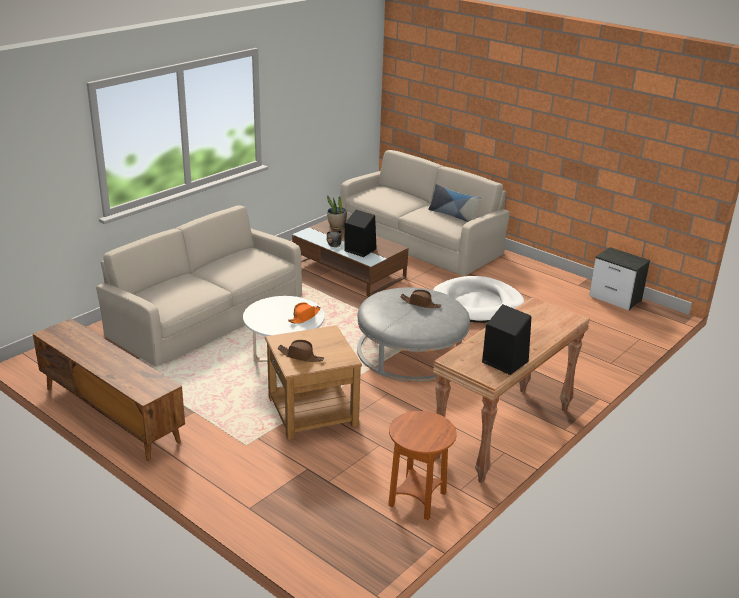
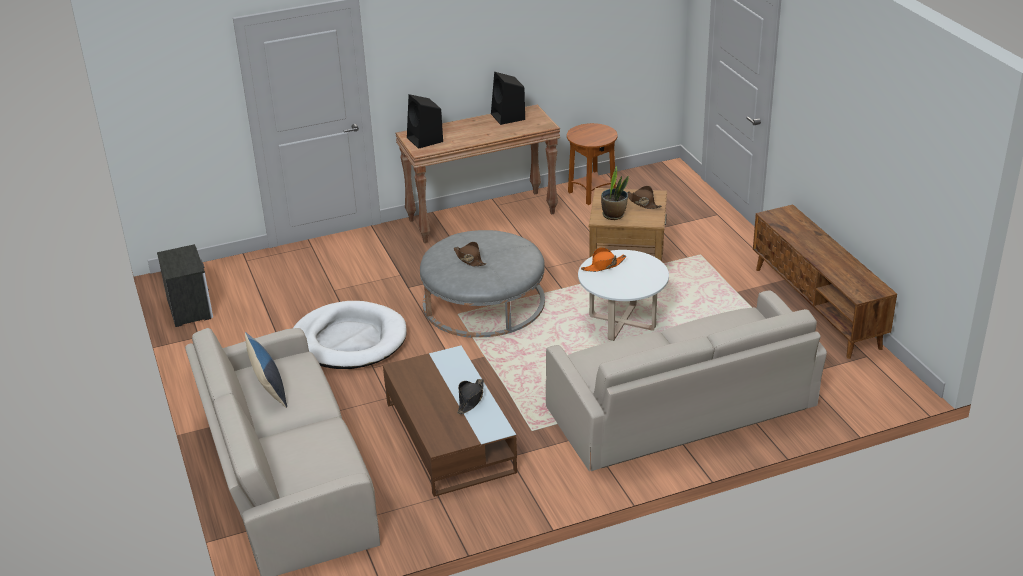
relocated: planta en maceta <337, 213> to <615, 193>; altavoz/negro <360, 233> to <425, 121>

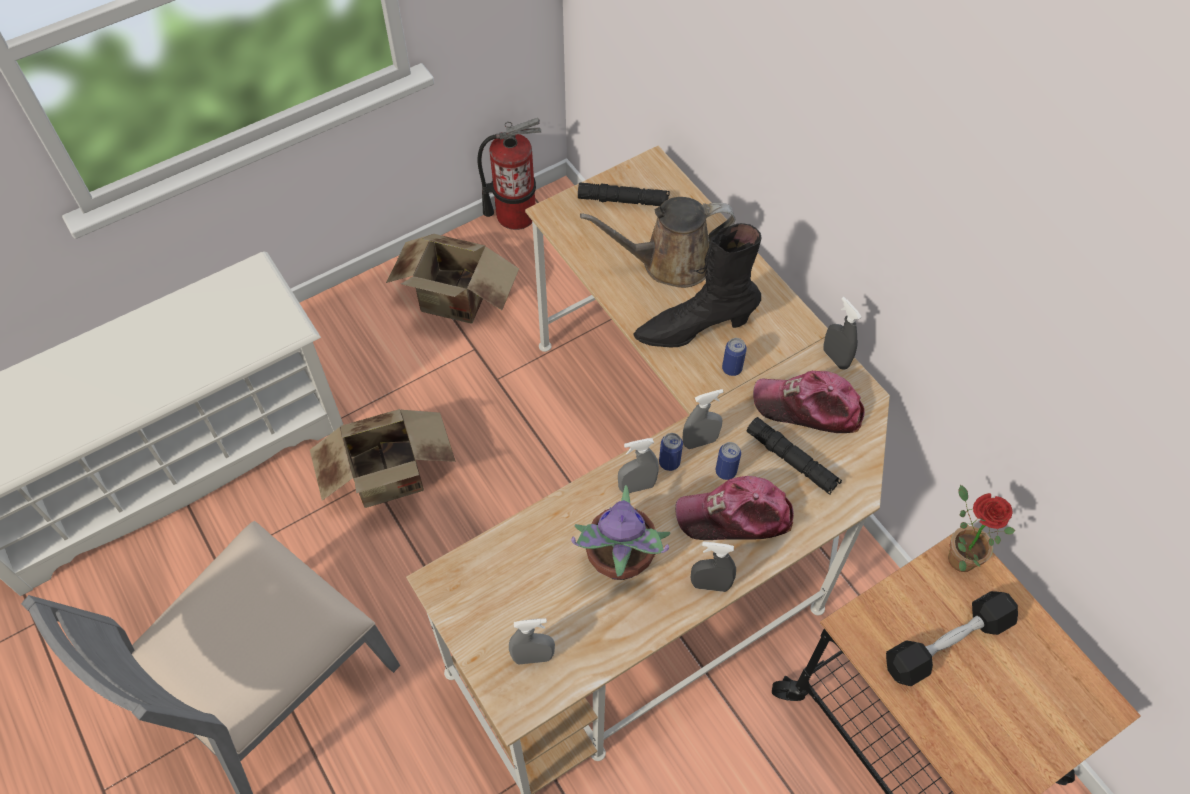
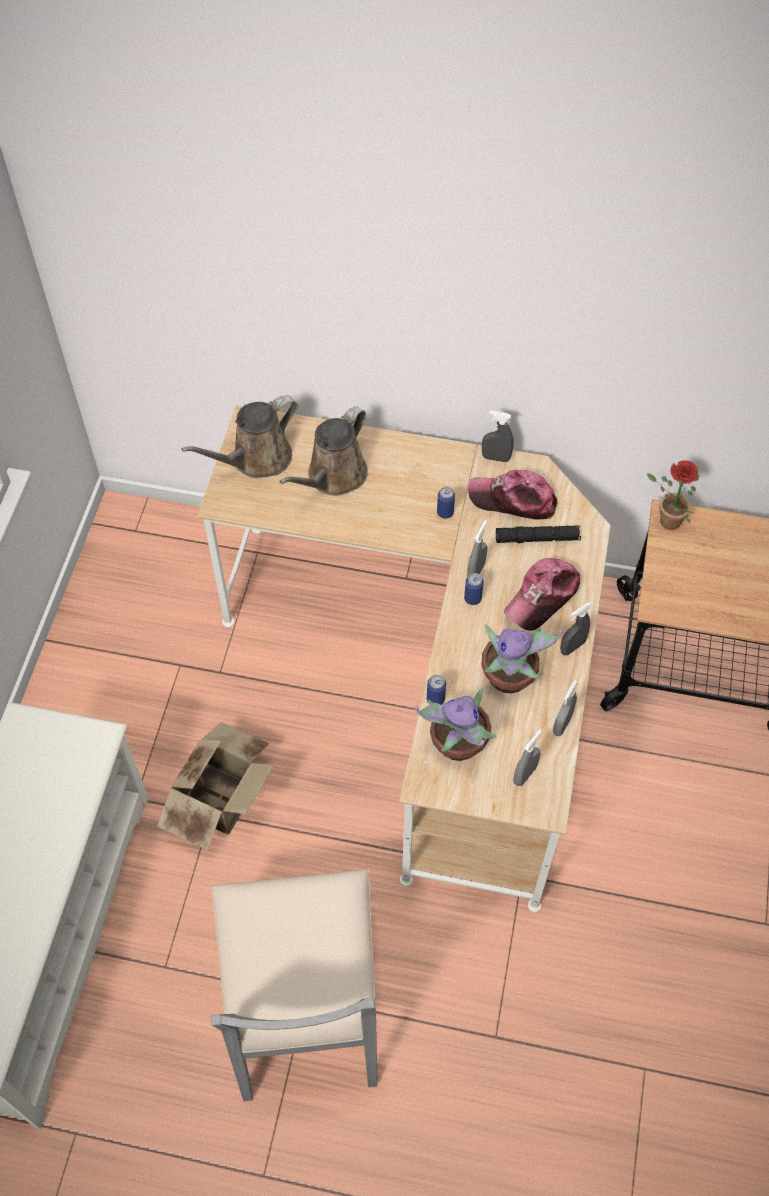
missing: caja de cartón <452, 279>; extintor <510, 174>; bota/negro <697, 285>; mancuerna/negro <952, 638>
appeared: planta en maceta <456, 724>
relocated: pulverizador/gris <638, 465> to <565, 708>; lata <728, 461> to <436, 690>
exchanged: linterna/negro <624, 194> to regadera/marrón <239, 436>
spun: gorra <809, 402> = <512, 494> 45 degrees clockwise

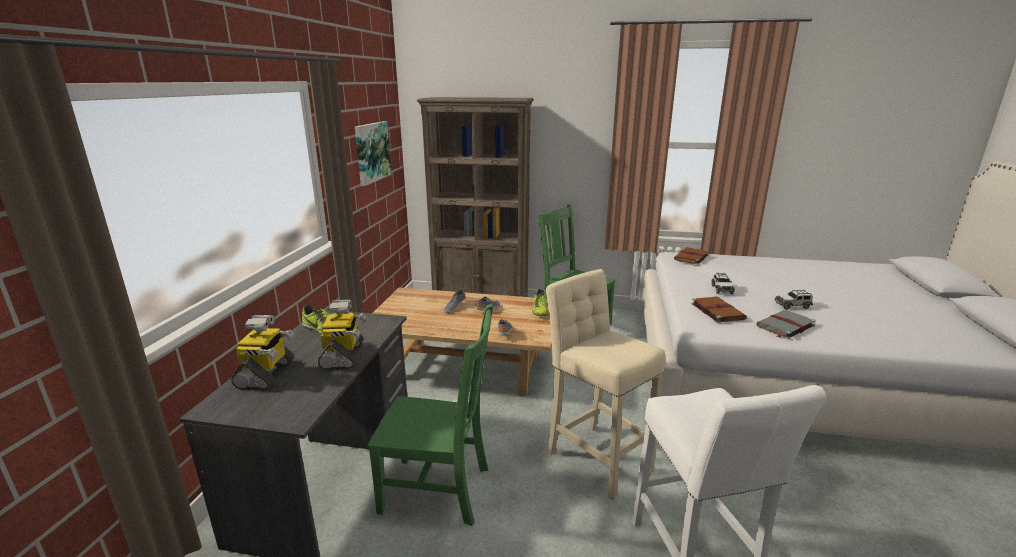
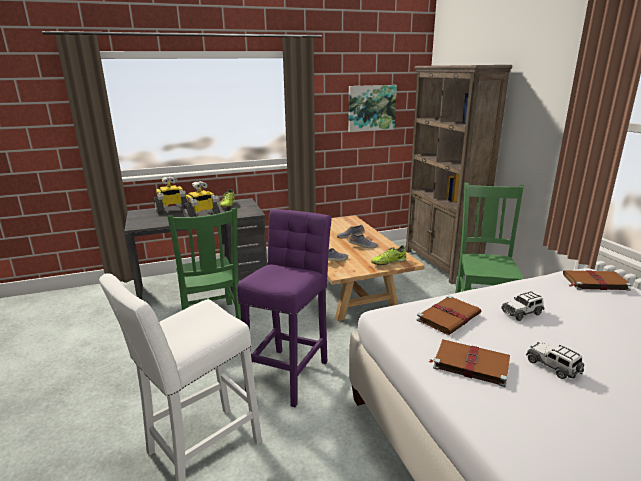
colour: taburete/beis <605, 384> to taburete/morado <284, 308>; libro/gris <786, 324> to libro/marrón <469, 363>

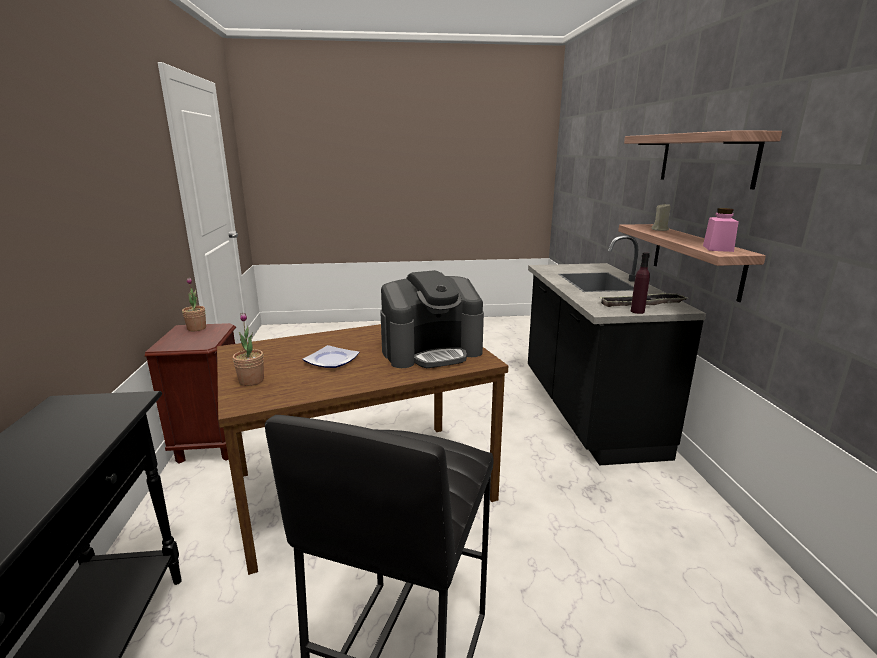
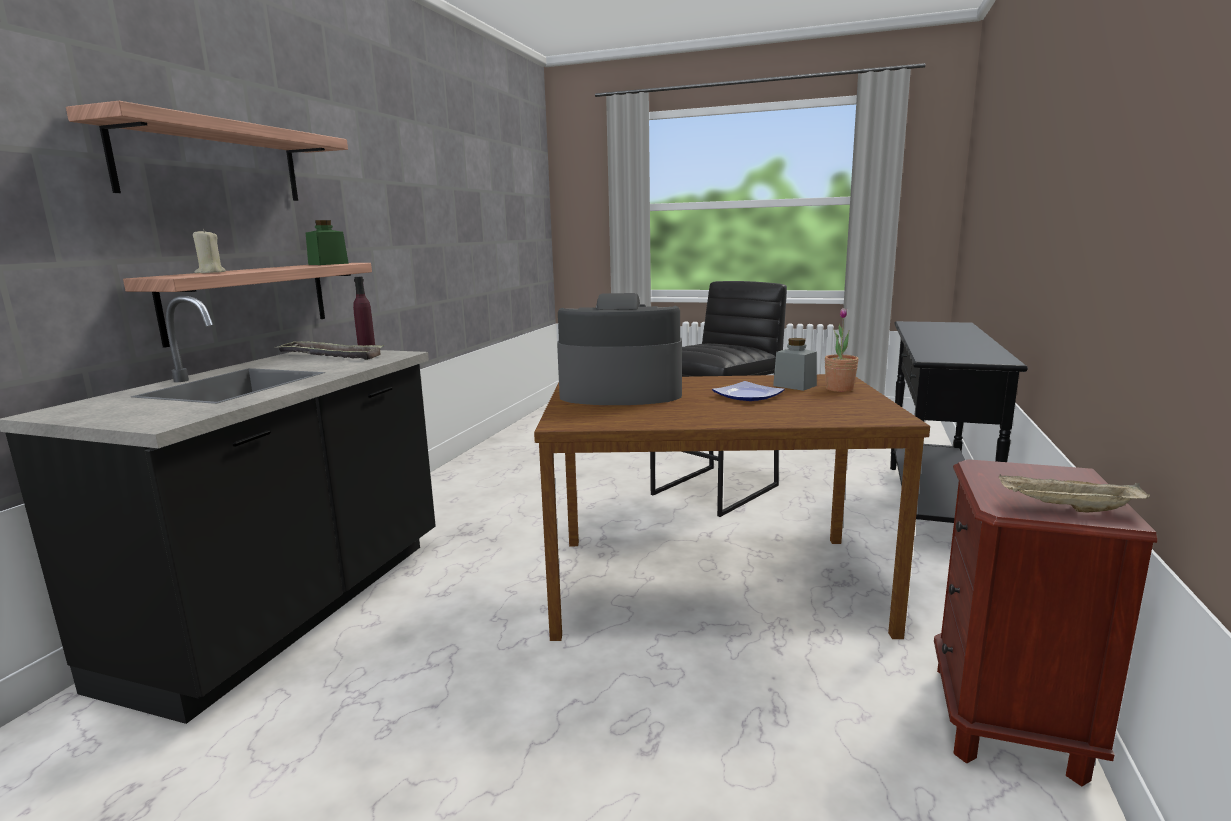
appeared: tarro/gris <795, 364>
exchanged: planta en maceta <194, 304> to bandeja/beis <1074, 493>
colour: tarro/rosa <721, 230> to tarro/verde <327, 242>

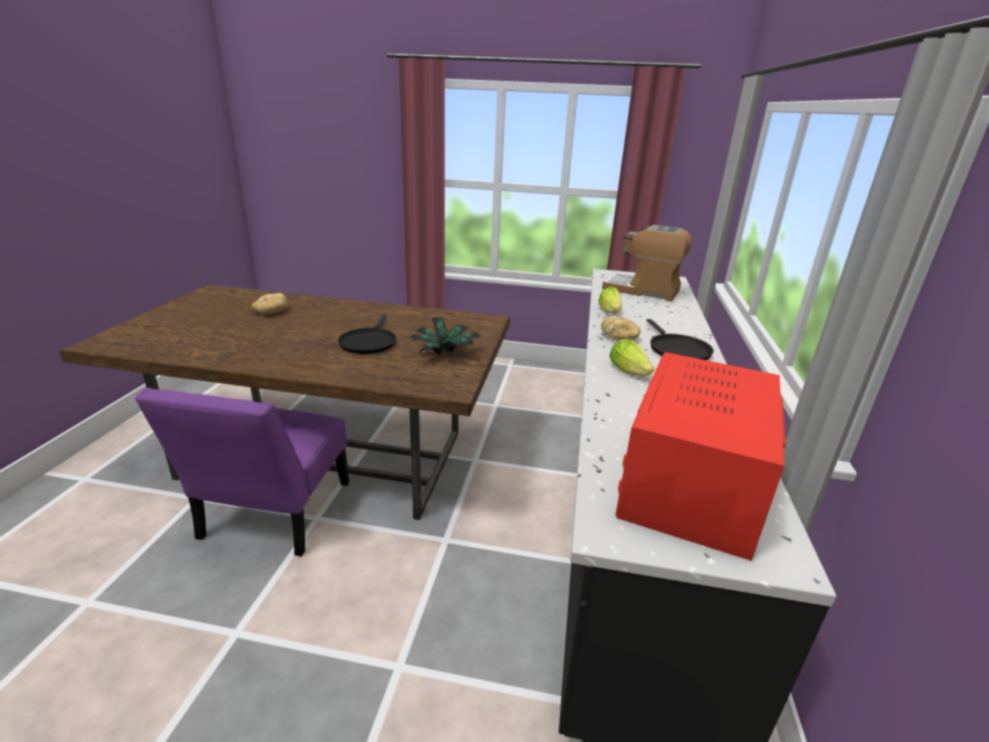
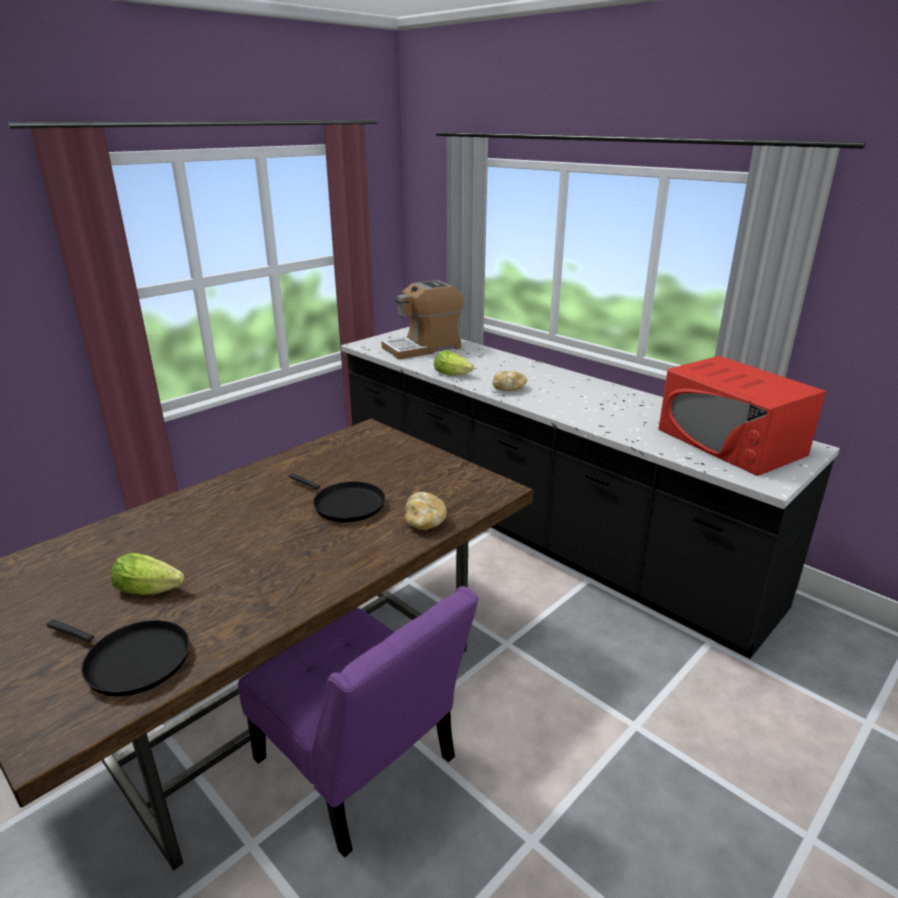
missing: planta en maceta <446, 336>
relocated: pan <270, 303> to <426, 511>; lechuga <631, 357> to <147, 574>; sartén/negro <680, 339> to <118, 658>

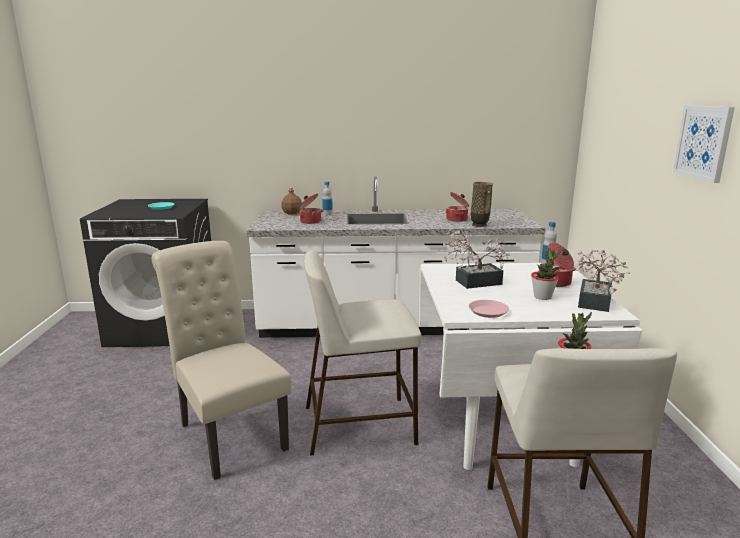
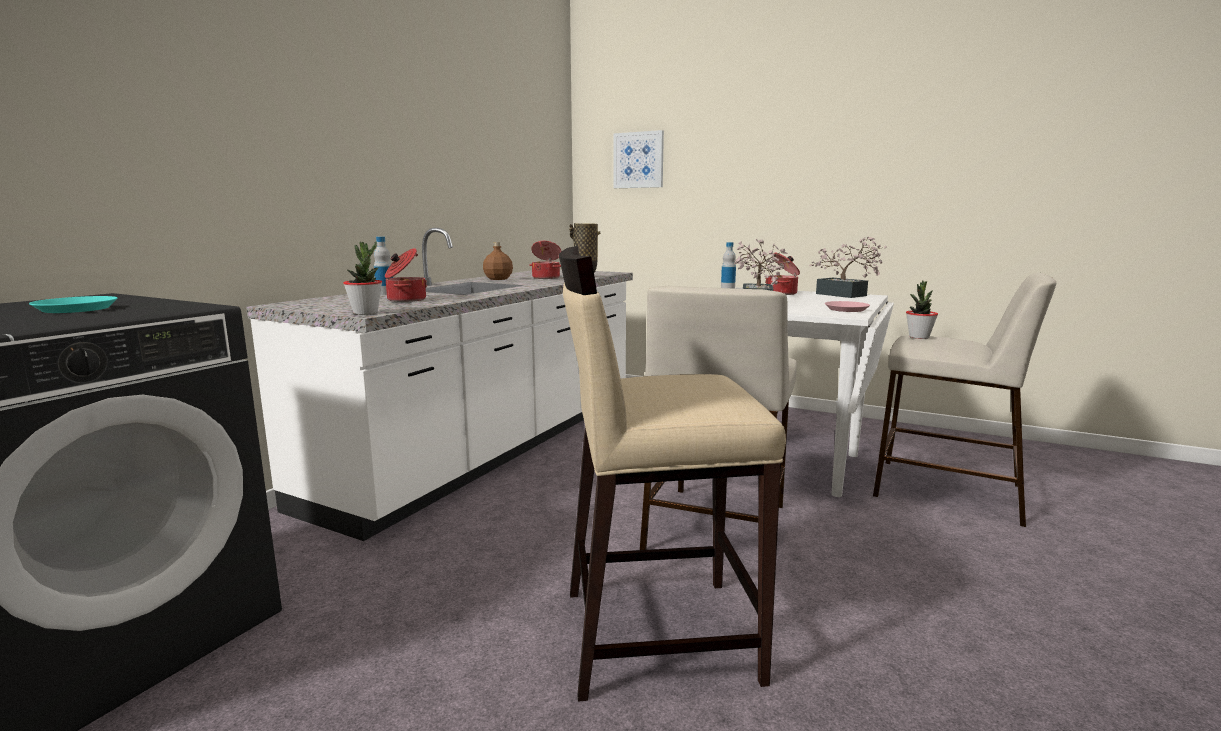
relocated: botella/marrón <291, 201> to <498, 261>; planta en maceta <546, 274> to <362, 278>; cuadro <704, 144> to <638, 159>
exchanged: silla/beis <222, 360> to taburete/beis <672, 474>

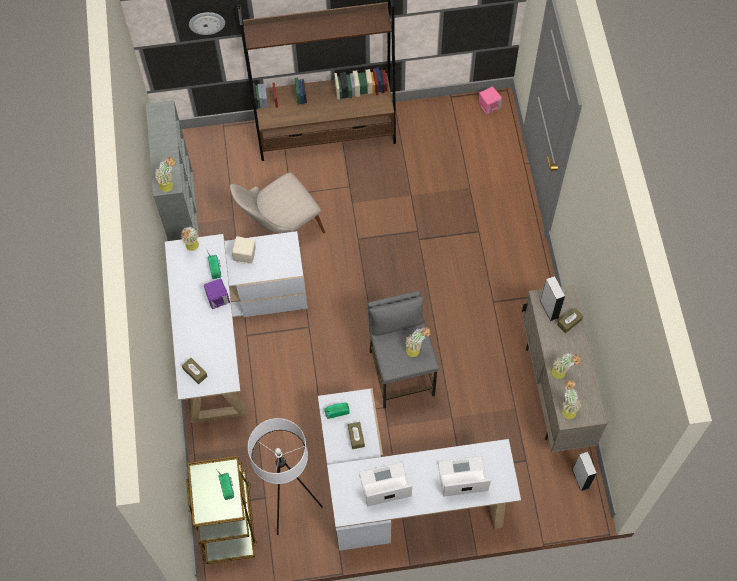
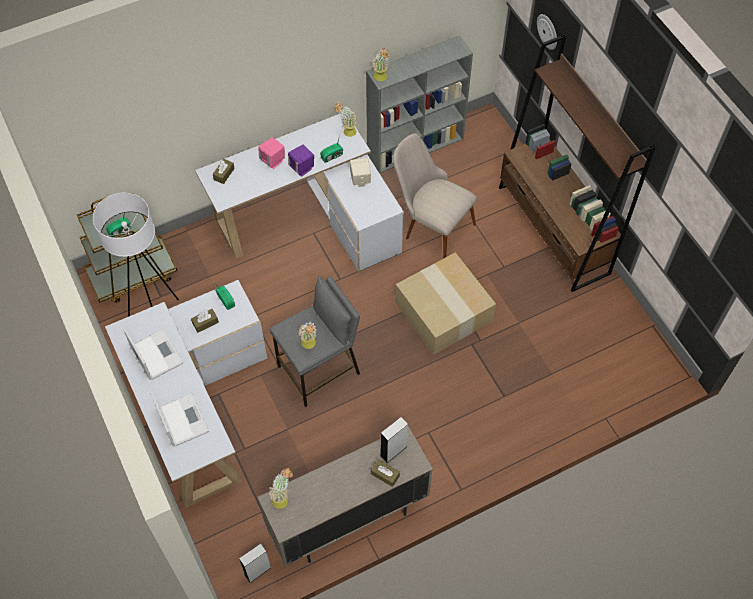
missing: planta en maceta <566, 366>
appeared: caja de cartón <445, 303>
relocated: altavoz/rosa <490, 100> to <271, 153>

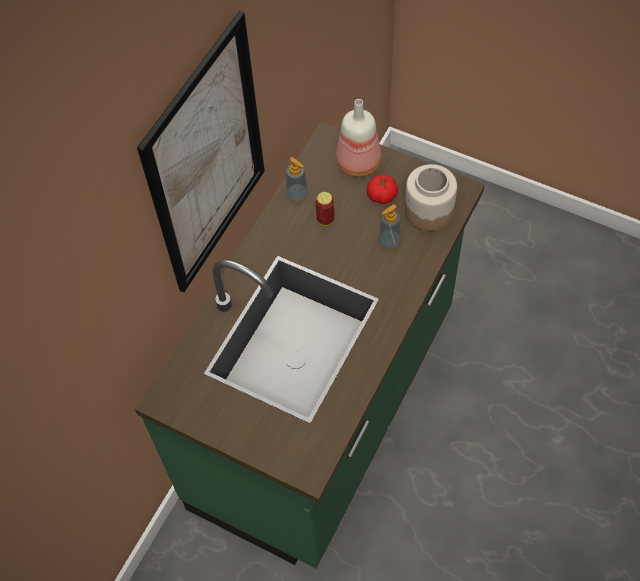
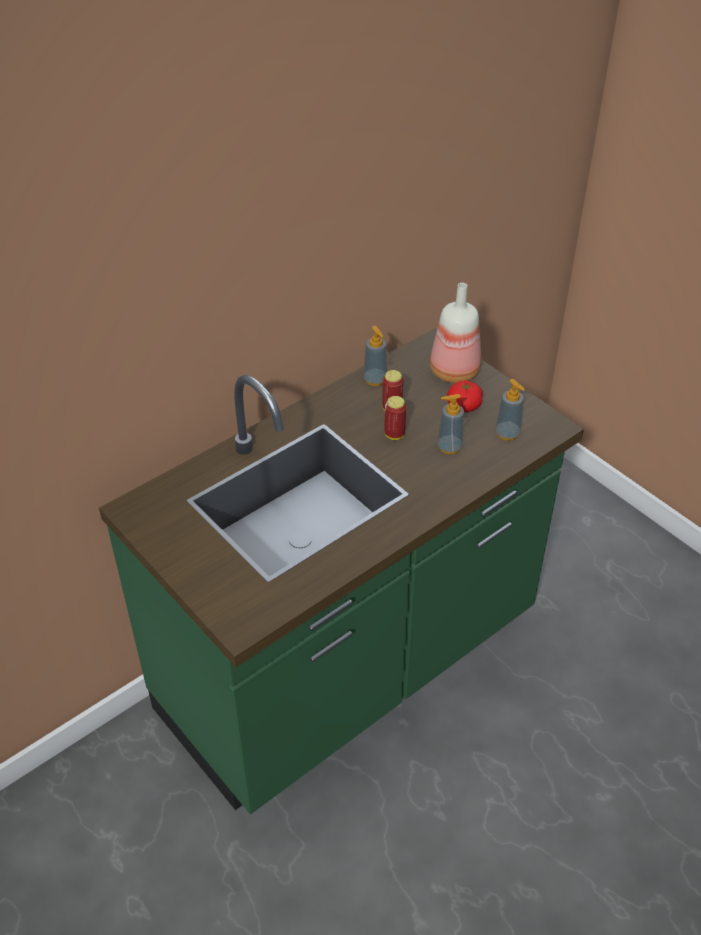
missing: cuadro <201, 152>
appeared: lata <395, 418>
exchanged: tarro <431, 197> to dispensador de jabón <510, 410>

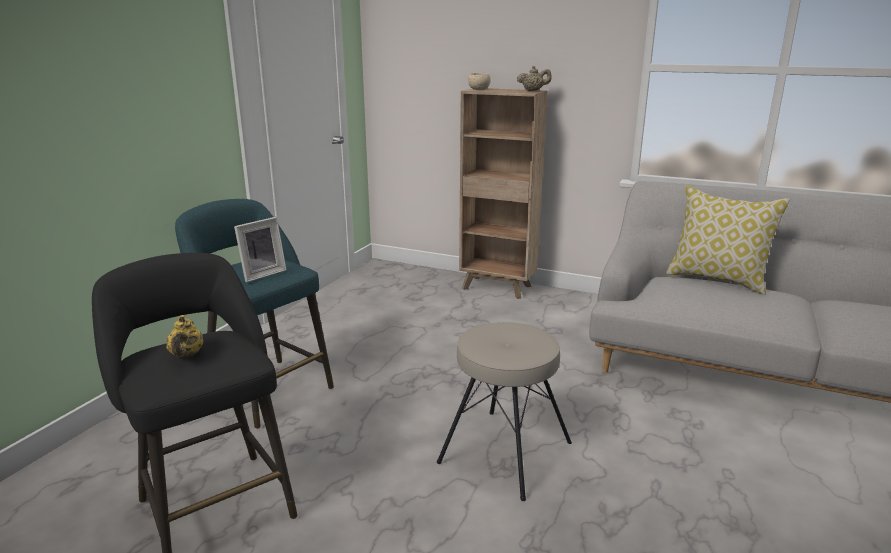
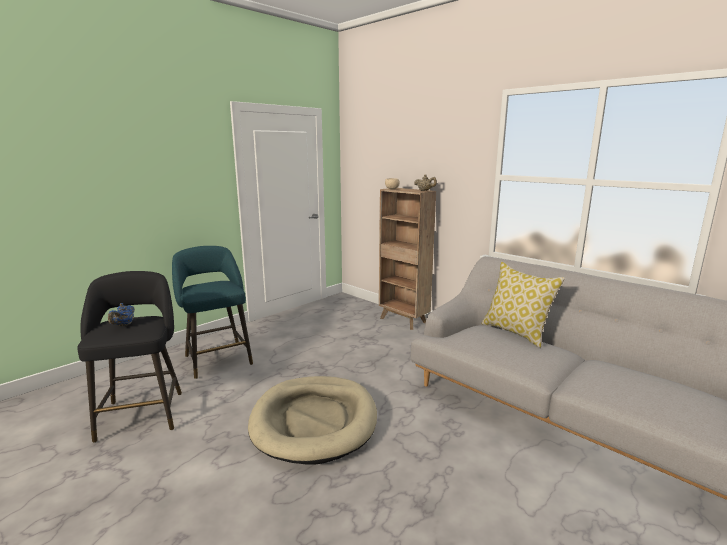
missing: portarretratos <260, 249>
exchanged: taburete/beis <504, 411> to cama para perro/beis <312, 420>
colour: tetera/amarillo <184, 336> to tetera/azul <121, 314>

